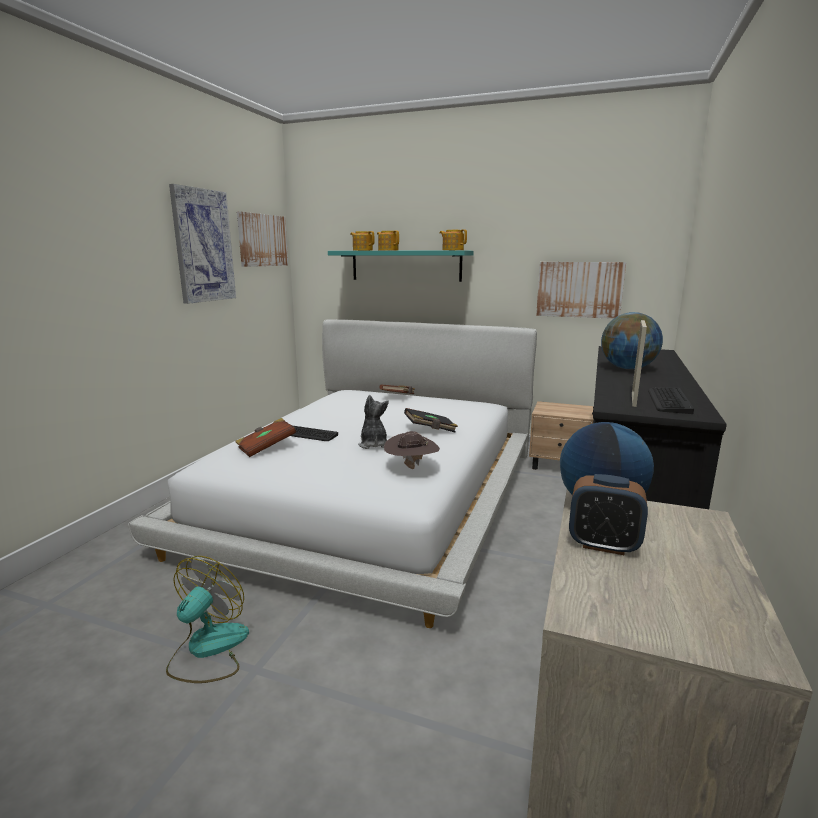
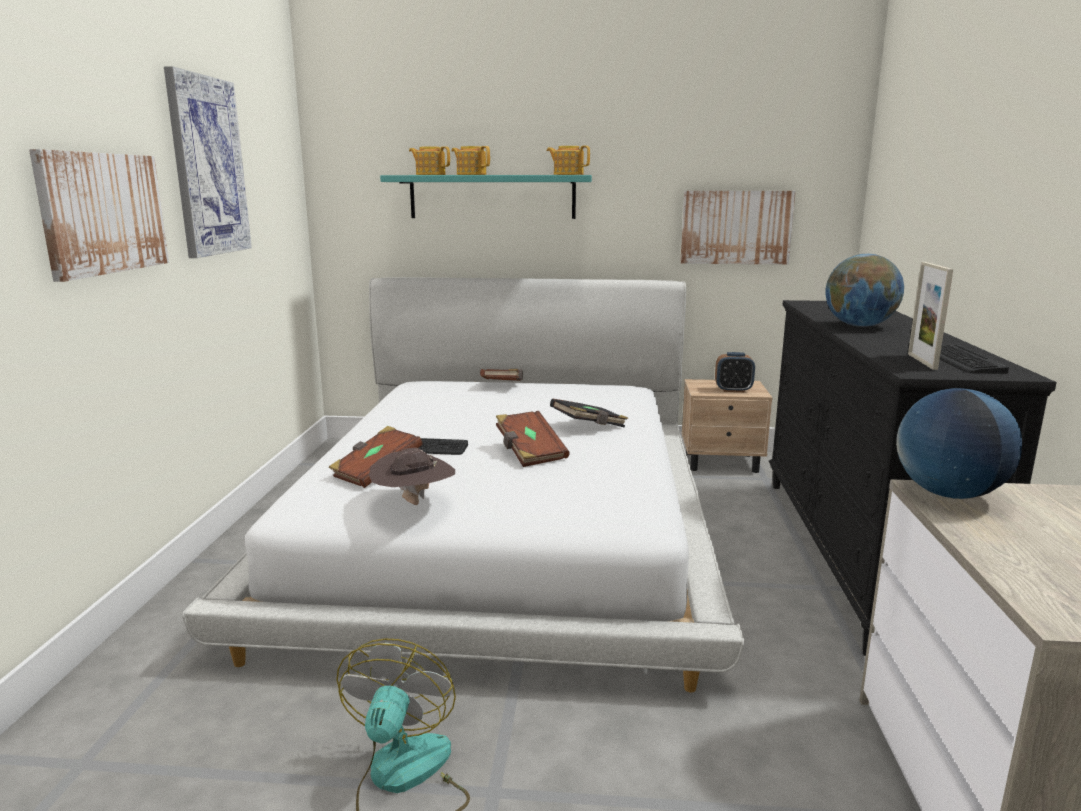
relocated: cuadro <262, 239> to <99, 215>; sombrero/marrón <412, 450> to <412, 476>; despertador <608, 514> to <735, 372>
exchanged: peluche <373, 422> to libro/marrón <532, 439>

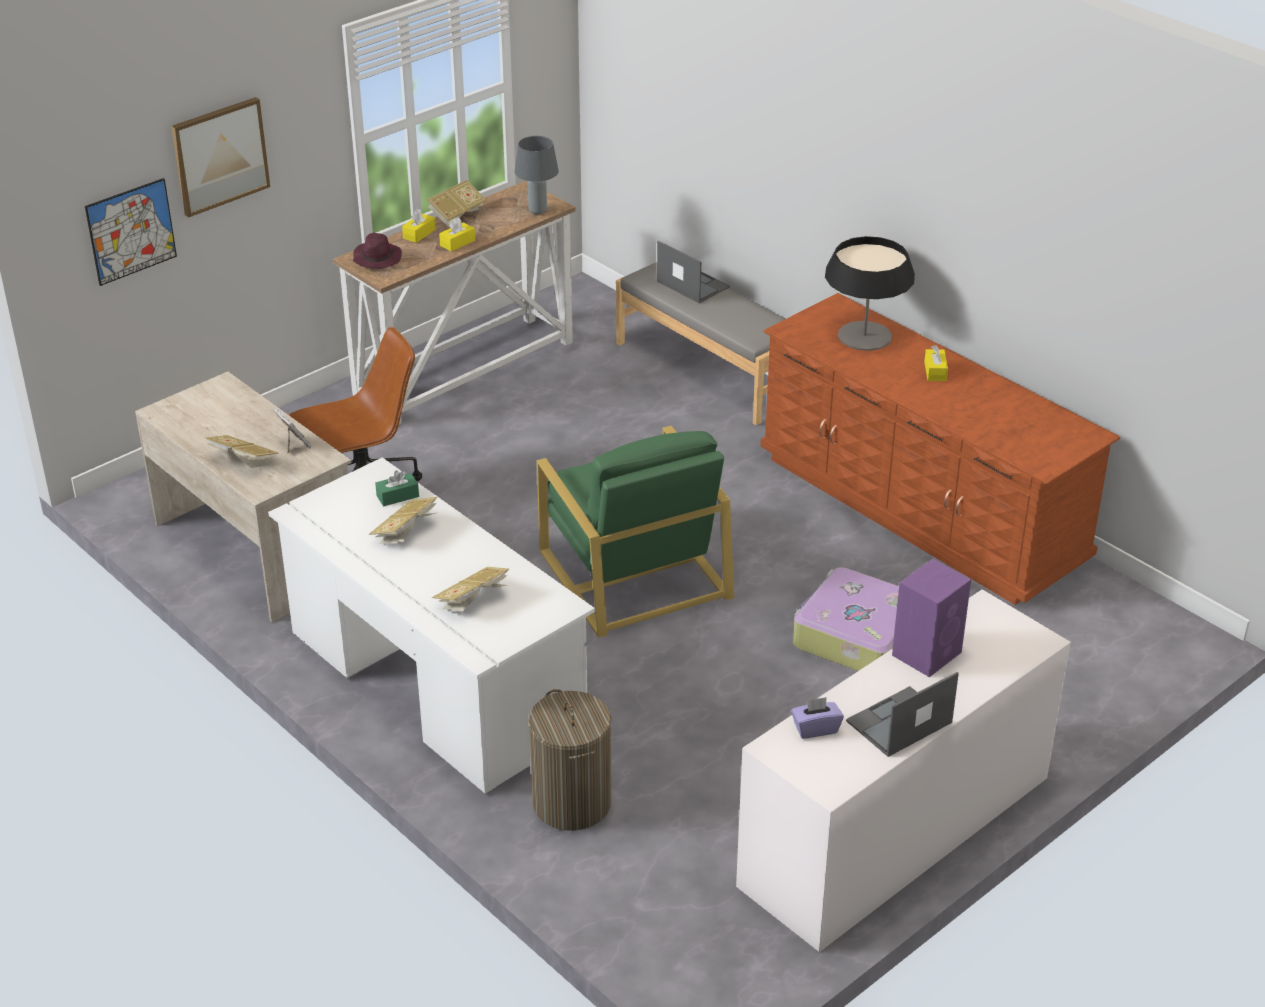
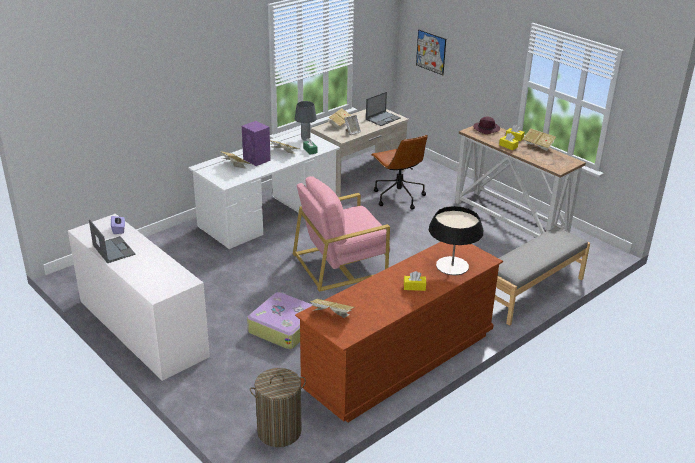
missing: cuadro <220, 157>
appeared: libro <332, 308>
relocated: lámpara de mesa/gris <537, 175> to <306, 121>; cesto de la ropa <569, 760> to <278, 407>; portátil <693, 272> to <383, 109>; altavoz/morado <931, 618> to <256, 143>
colour: sillón/verde <635, 532> to sillón/rosa <341, 234>

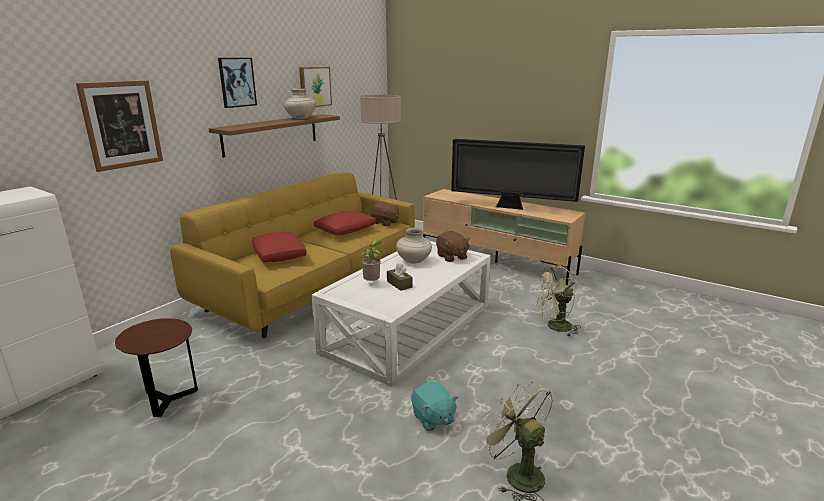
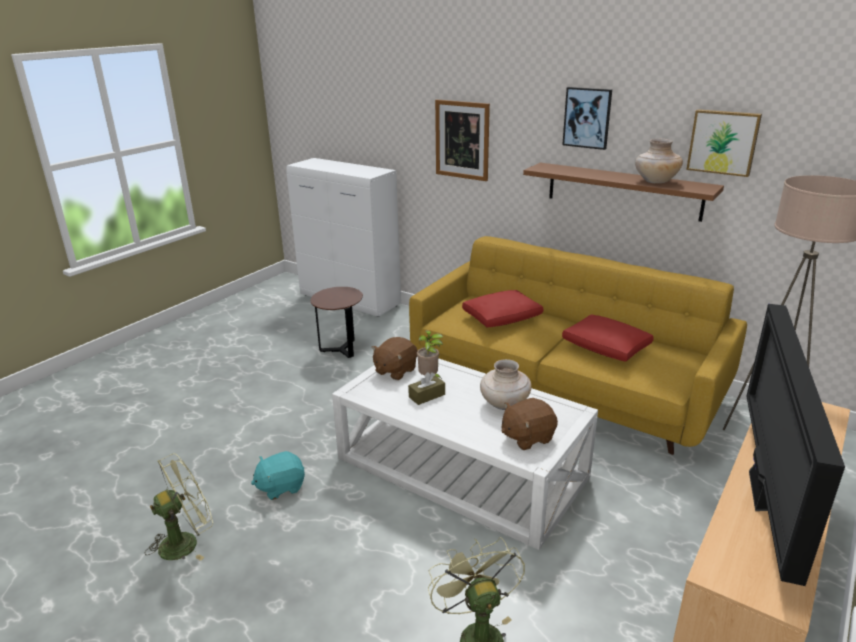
relocated: peluche/marrón <384, 214> to <394, 358>

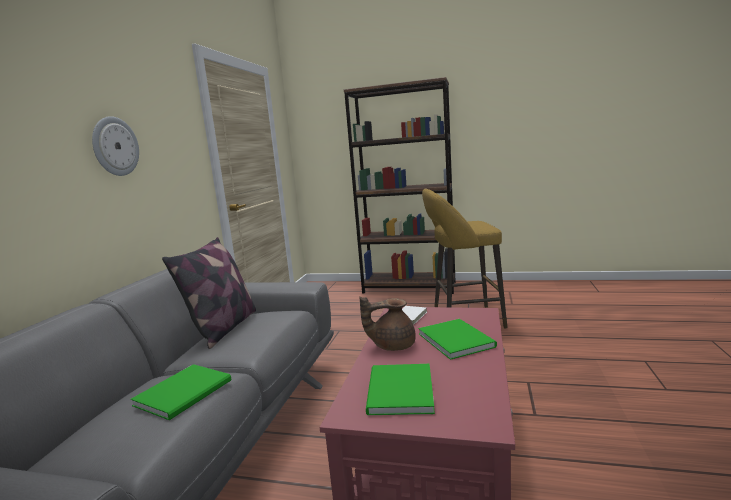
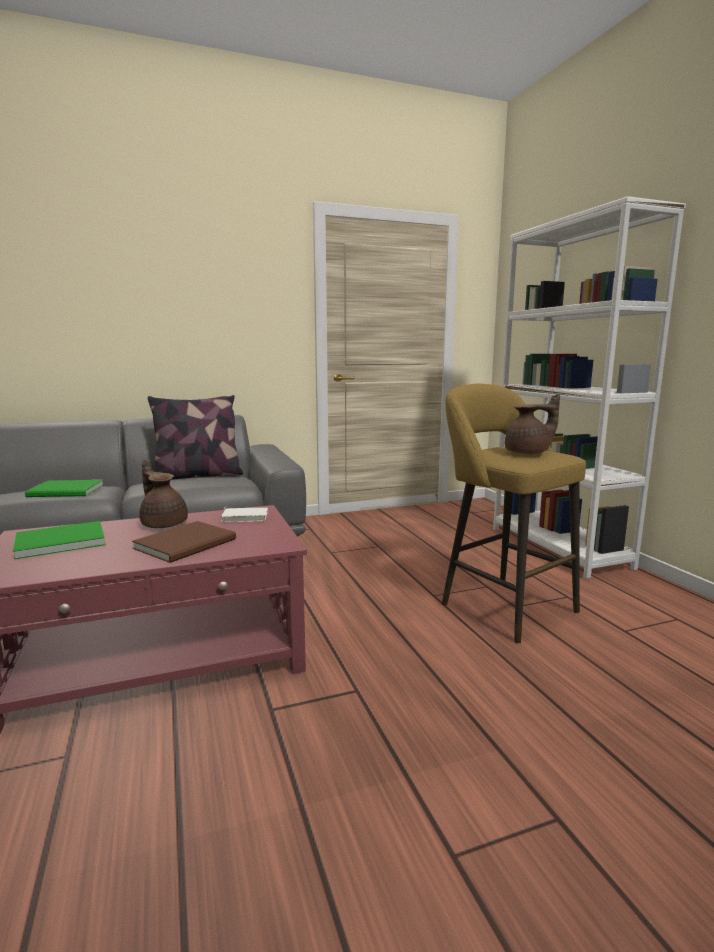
missing: reloj de pared <115, 146>
appeared: tetera/marrón <532, 424>
colour: estantería/marrón <400, 185> to estantería/blanco <589, 387>; libro/verde <457, 339> to libro/marrón <184, 542>

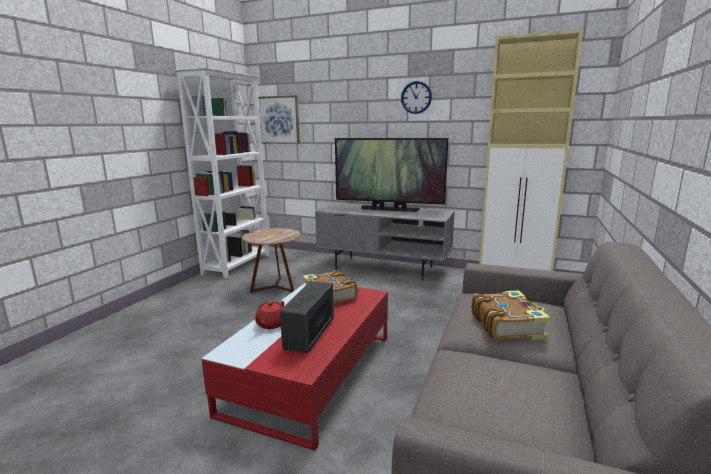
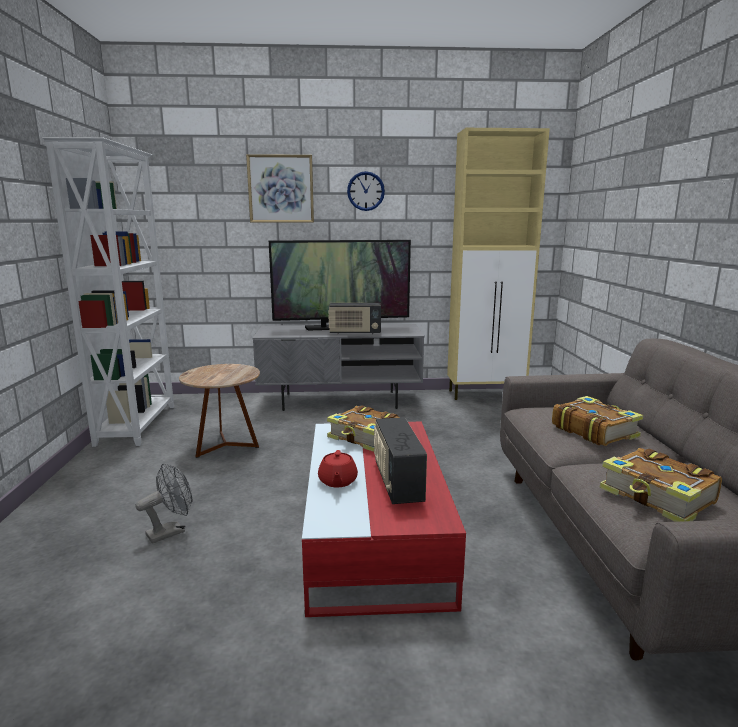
appeared: ventilador/gris <164, 503>; radio <354, 318>; libro <661, 485>
relocated: cuadro <279, 119> to <280, 188>

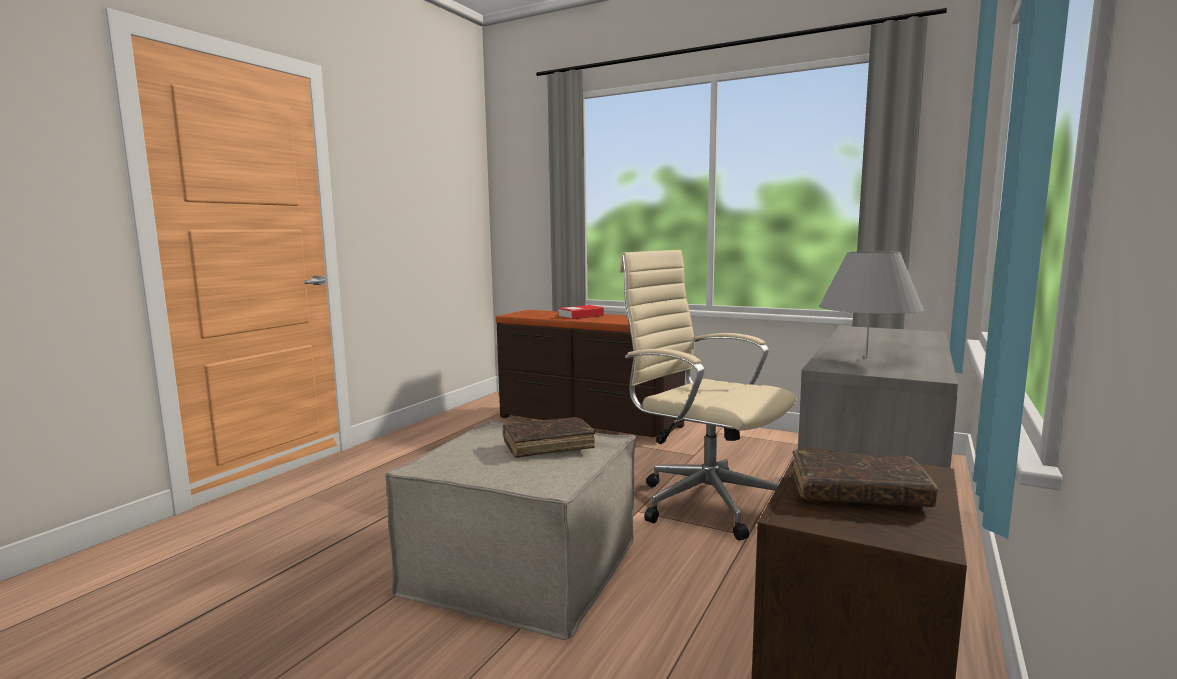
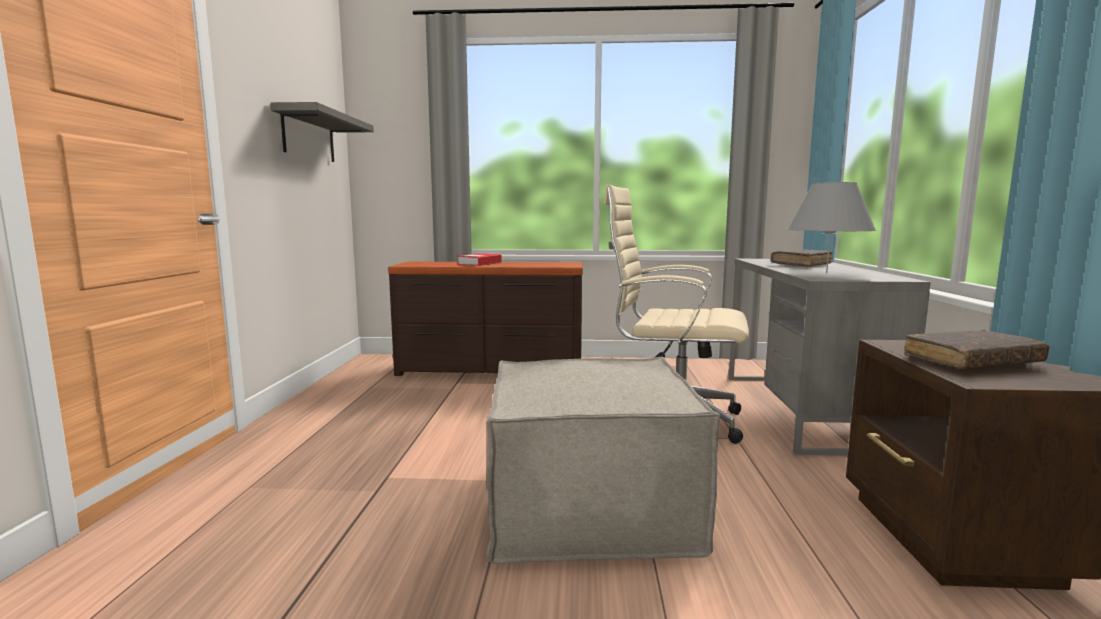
appeared: estante <322, 132>
relocated: libro/marrón <549, 437> to <801, 258>

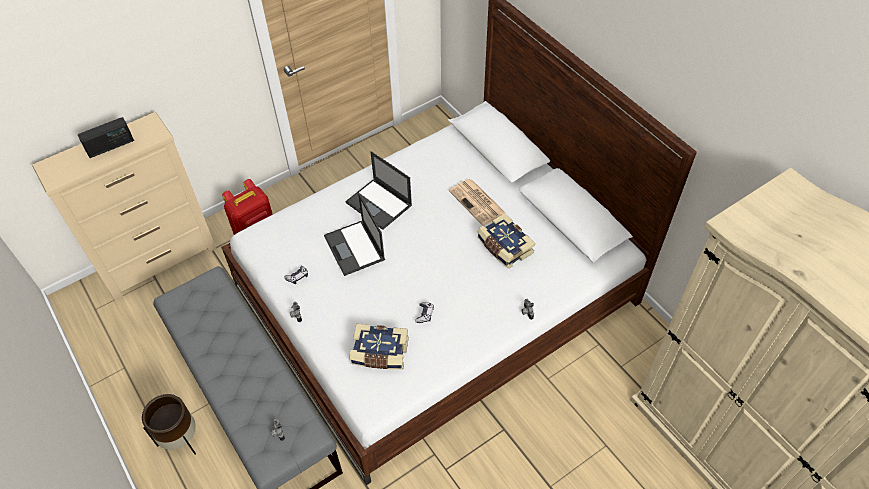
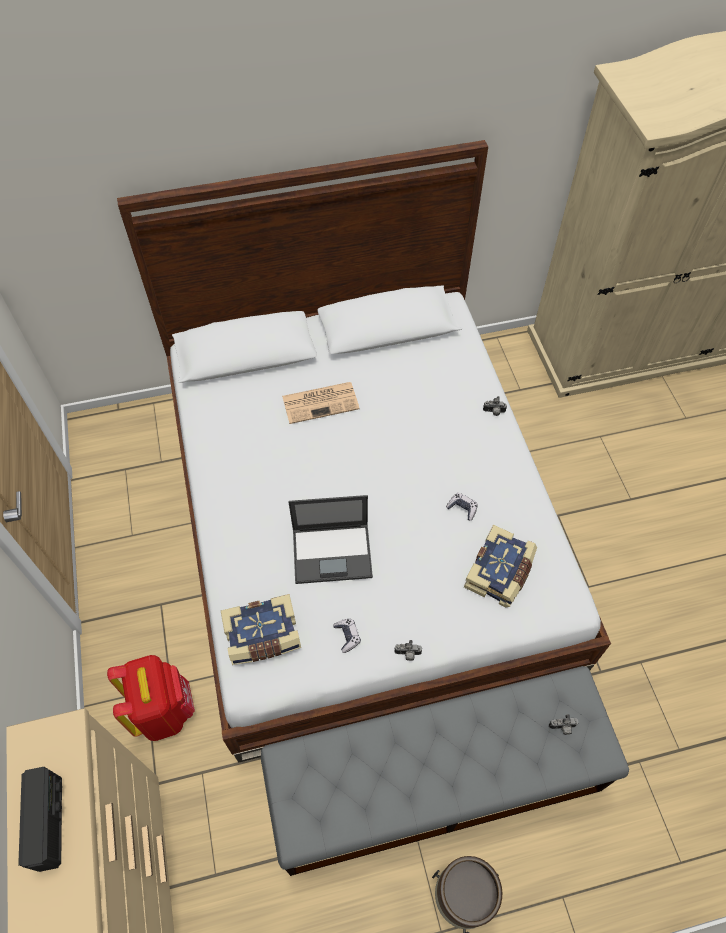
missing: portátil <378, 190>
relocated: libro <506, 241> to <261, 629>

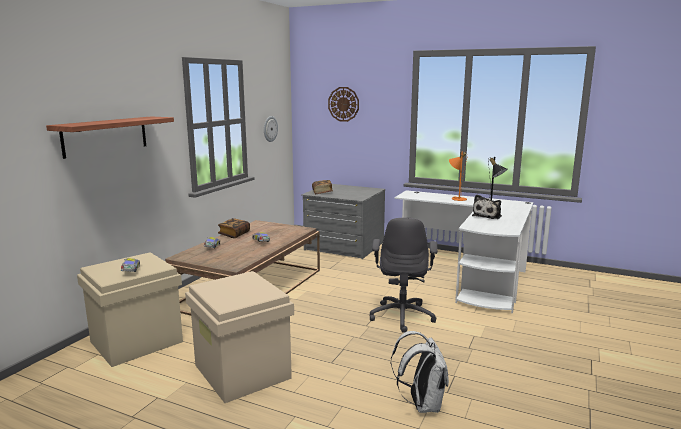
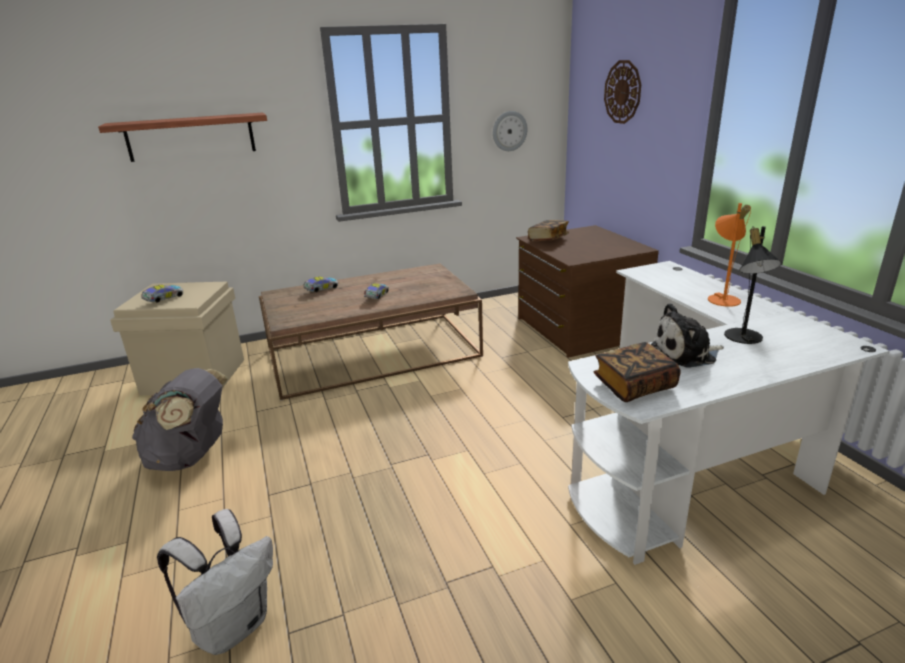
missing: silla de oficina/gris <403, 275>
relocated: libro <234, 228> to <637, 372>
exchanged: caja de almacenaje/beis <239, 337> to mochila/gris <180, 419>
colour: cómoda/gris <343, 221> to cómoda/marrón <587, 291>

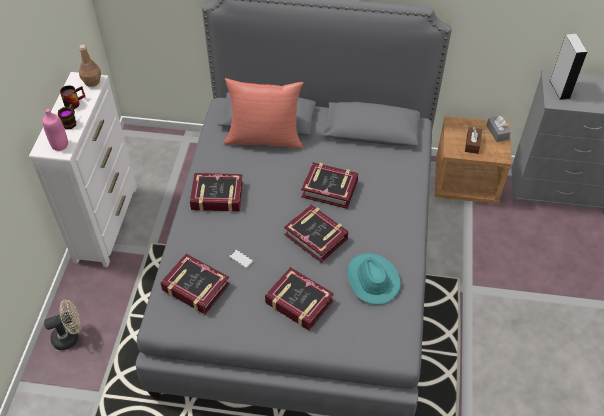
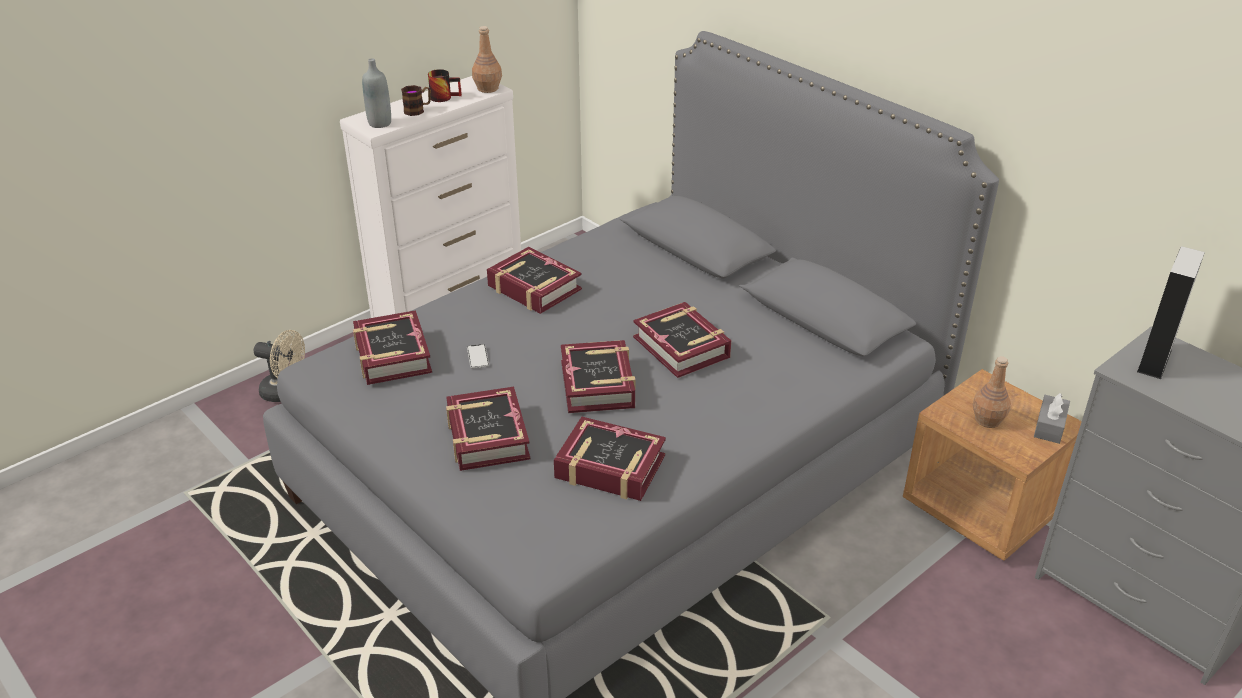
missing: cojín/rojo <264, 113>
exchanged: sombrero/turquesa <374, 279> to libro <610, 459>; caja de pañuelos/marrón <473, 140> to botella/marrón <991, 392>
colour: botella/rosa <55, 129> to botella/gris <376, 93>

